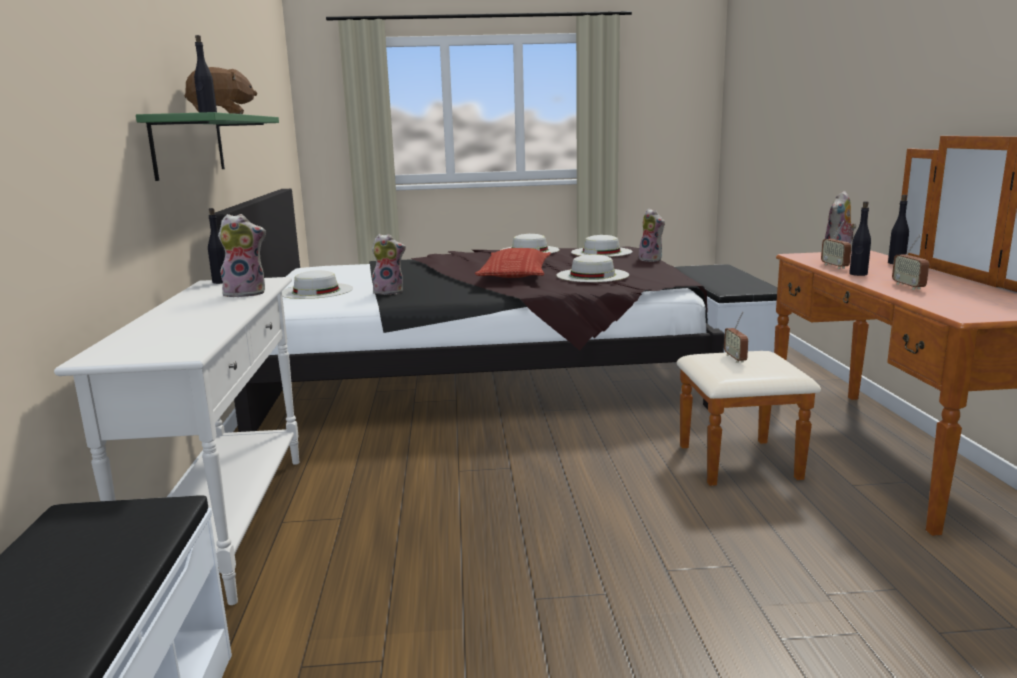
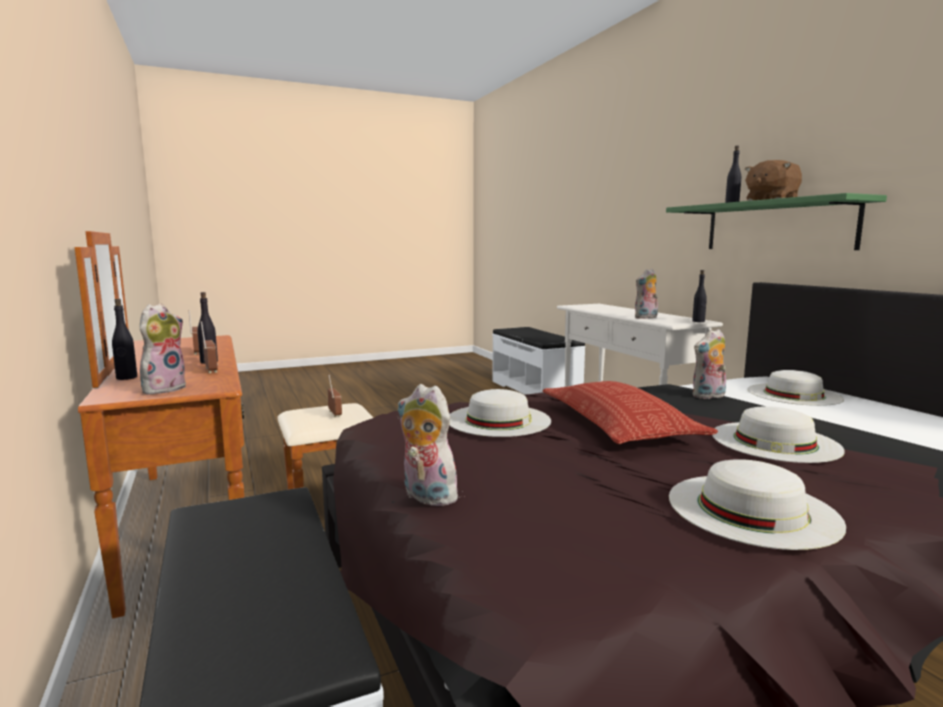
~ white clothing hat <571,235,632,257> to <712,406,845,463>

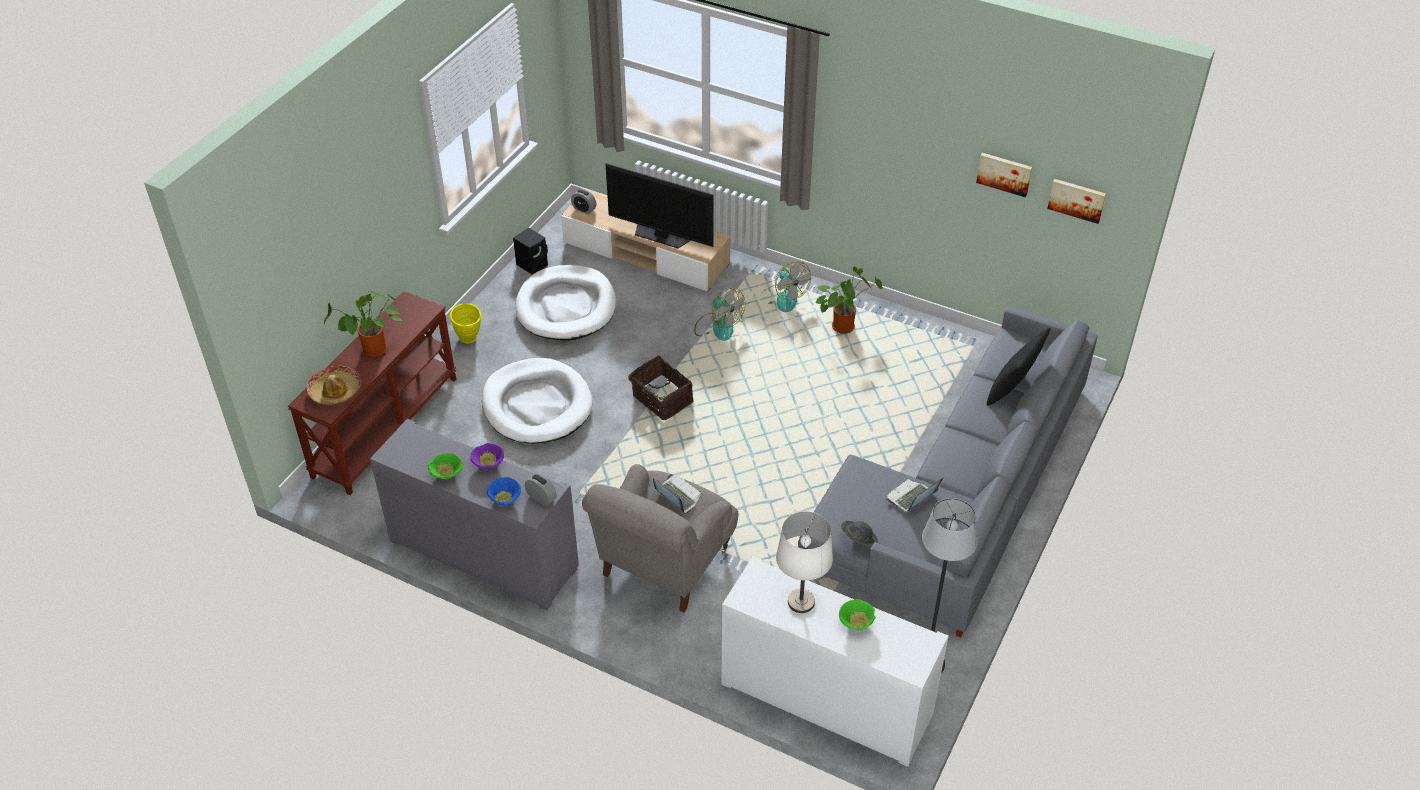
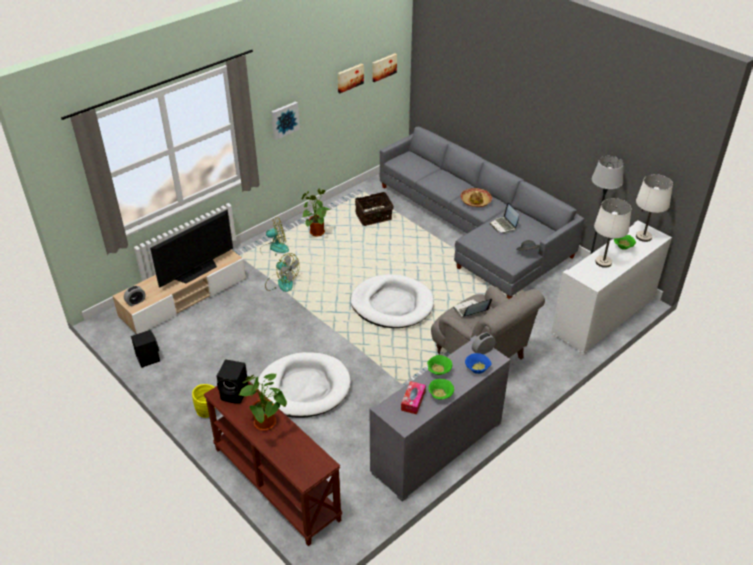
~ clothing hat <307,365,361,405> to <460,188,492,207>
~ purple serving bowl <470,443,504,469> to green serving bowl <427,355,452,375>
~ white dog cushion <515,265,616,341> to <350,274,434,328>
~ household basket <628,355,694,420> to <355,192,394,226>
~ cooling fan <694,288,745,341> = <265,253,300,292> 60 degrees clockwise
- black cushion <987,328,1050,406>
+ black loudspeaker <216,359,249,404>
+ picture <271,101,300,140>
+ box of tissues <401,381,426,414>
+ white table lamp <636,174,673,242>

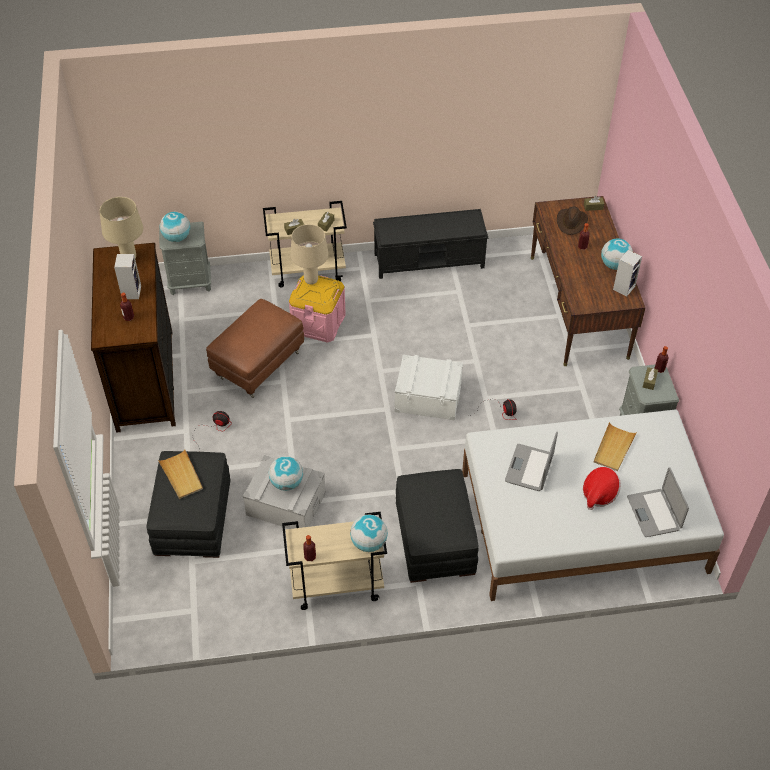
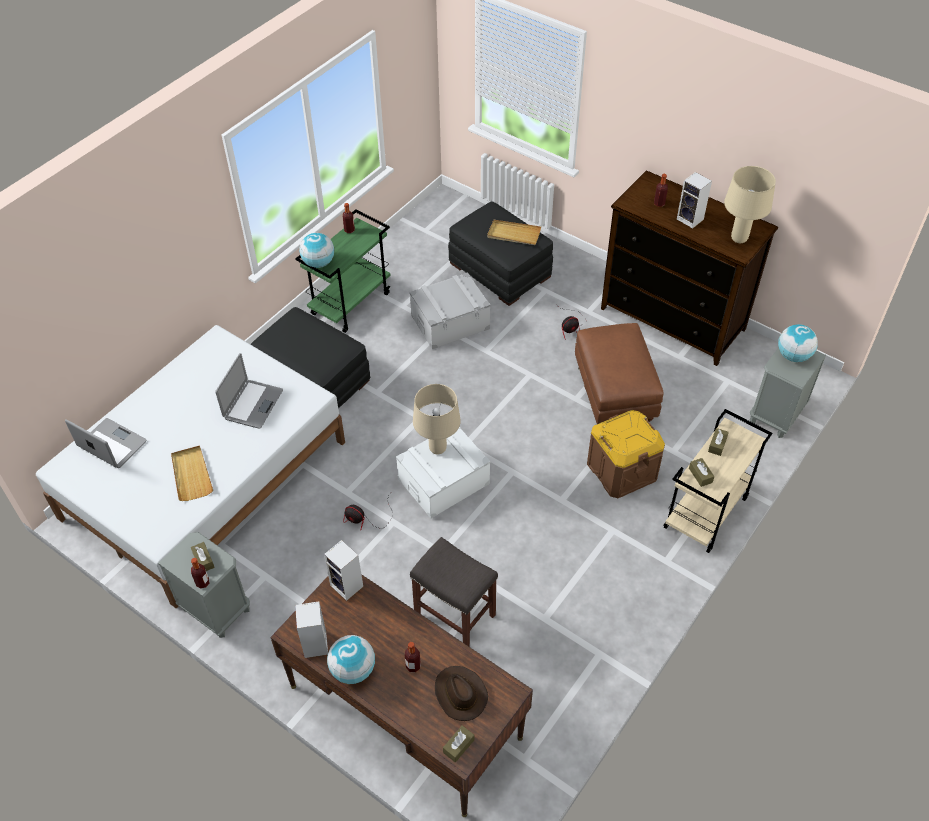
- desk globe <269,456,303,491>
~ beige-coloured trolley <282,512,387,610> to green trolley <295,209,391,333>
~ pink storage bin <289,275,346,343> to brownish storage bin <587,410,665,498>
~ beige-coloured table lamp <291,224,329,285> to <413,384,461,454>
- black indoor bench <373,209,488,279>
~ notebook computer <505,431,558,491> = <215,353,283,428> 45 degrees clockwise
- clothing hat <583,467,621,510>
+ loudspeaker <324,540,363,601>
+ greyish stool seat <410,537,498,647>

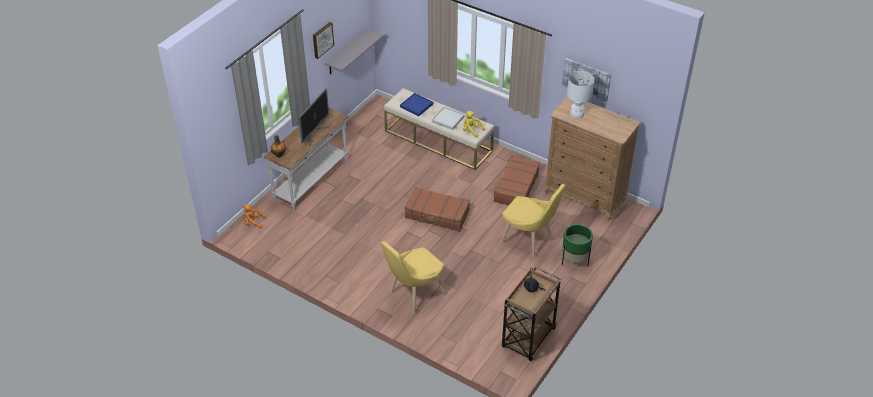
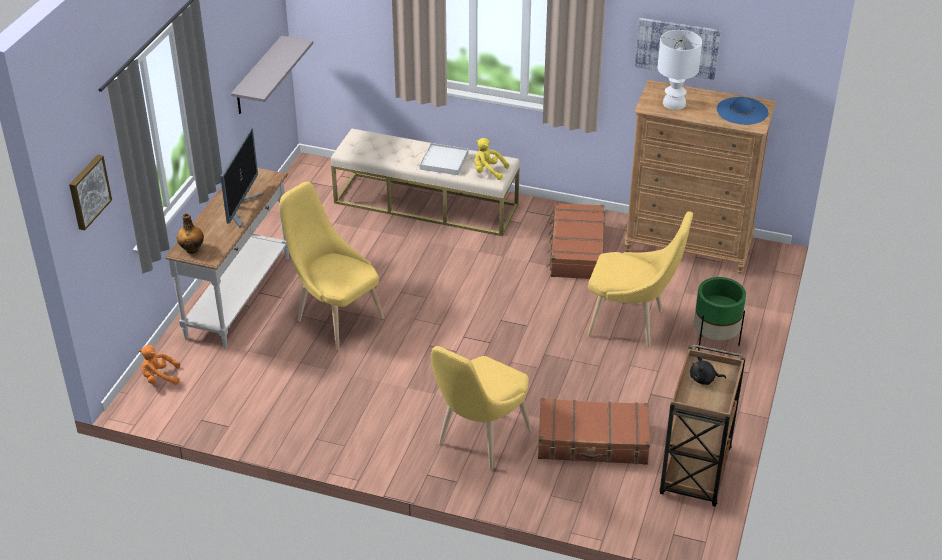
~ picture <313,22,334,59> to <69,155,112,231>
- blue tray <400,93,433,116>
~ brownish piece of luggage <405,187,470,231> to <538,398,650,465>
+ yellowish chair <280,182,384,350>
+ blue clothing hat <717,97,768,125>

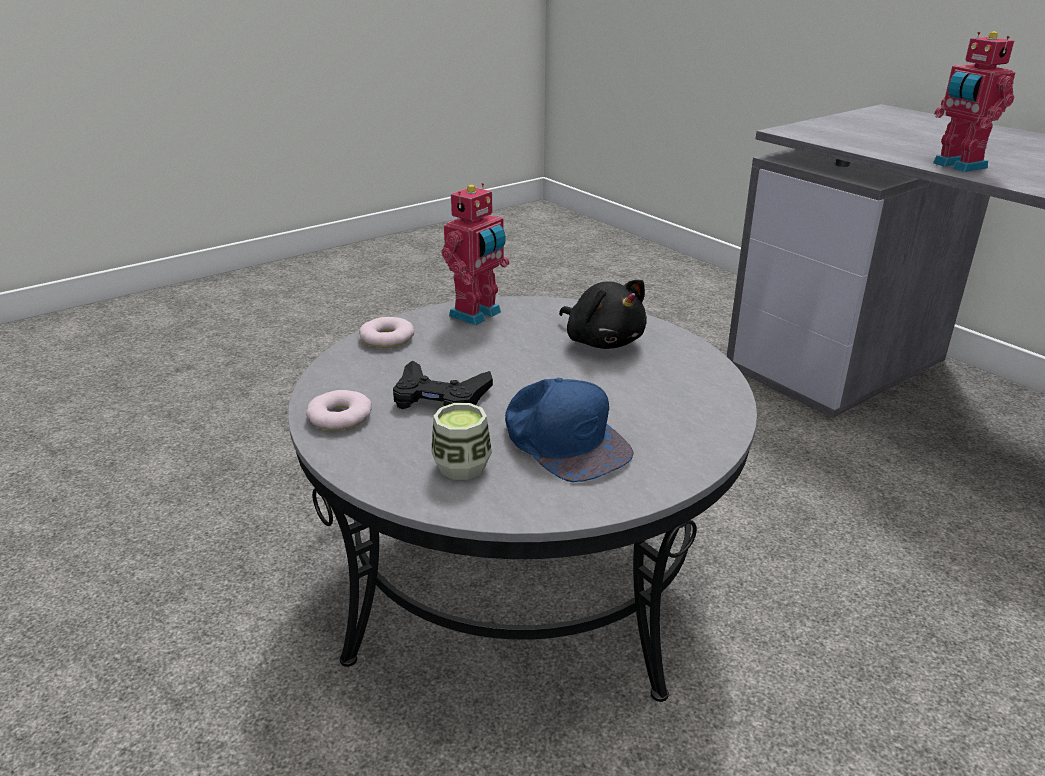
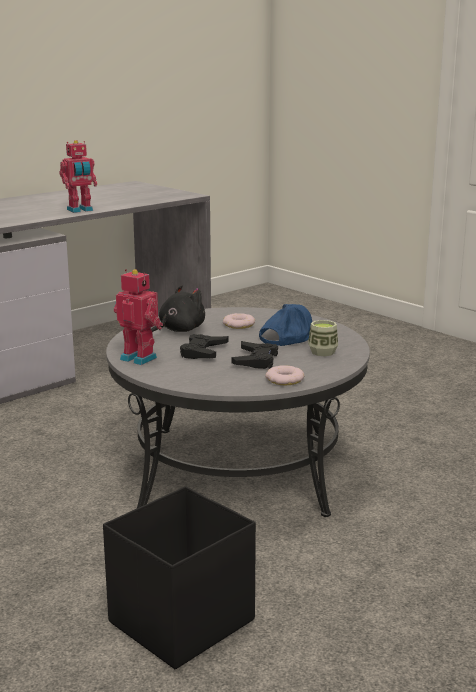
~ ring doughnut <359,317,414,348> to <223,313,255,329>
+ black storage bin <103,486,256,669>
+ black game controller <180,334,228,359>

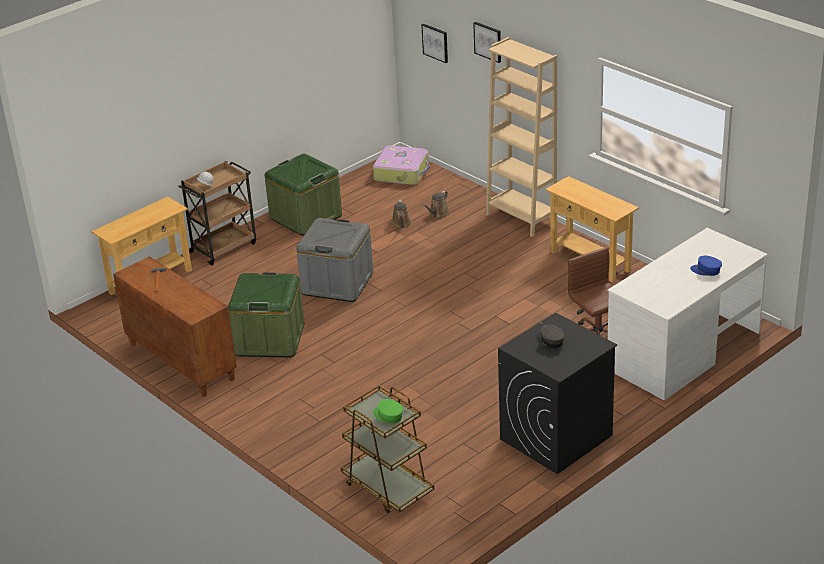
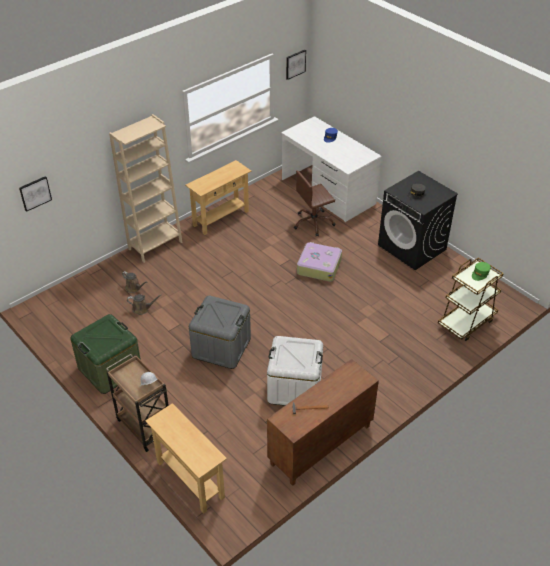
~ green storage bin <228,273,304,358> to white storage bin <267,336,323,406>
~ piece of luggage <373,145,430,185> to <297,242,342,282>
~ picture <473,22,501,63> to <286,50,306,80>

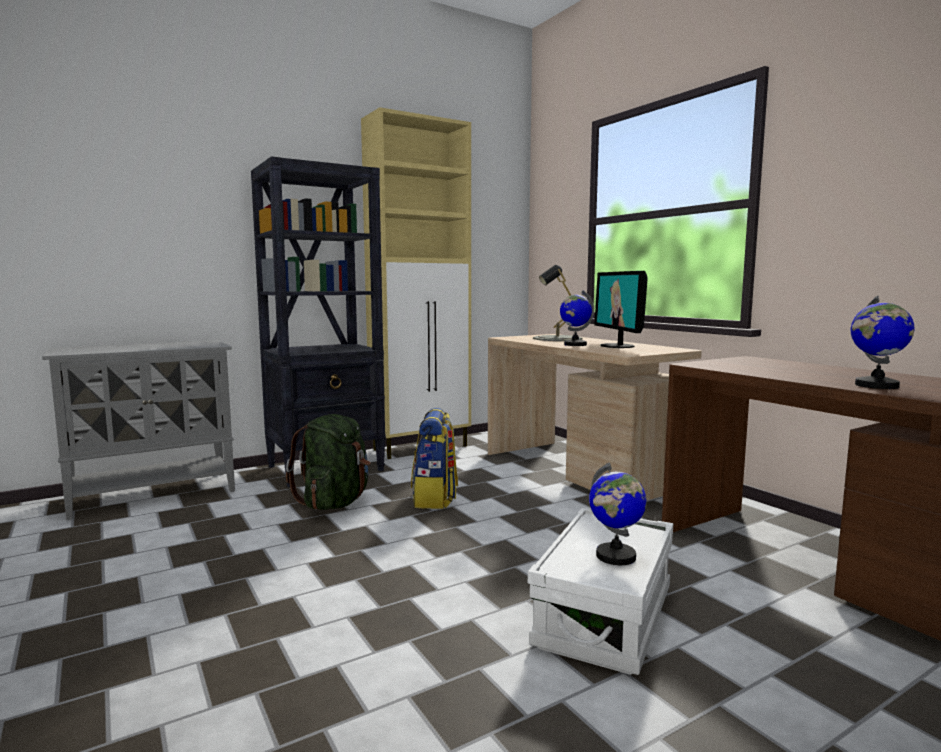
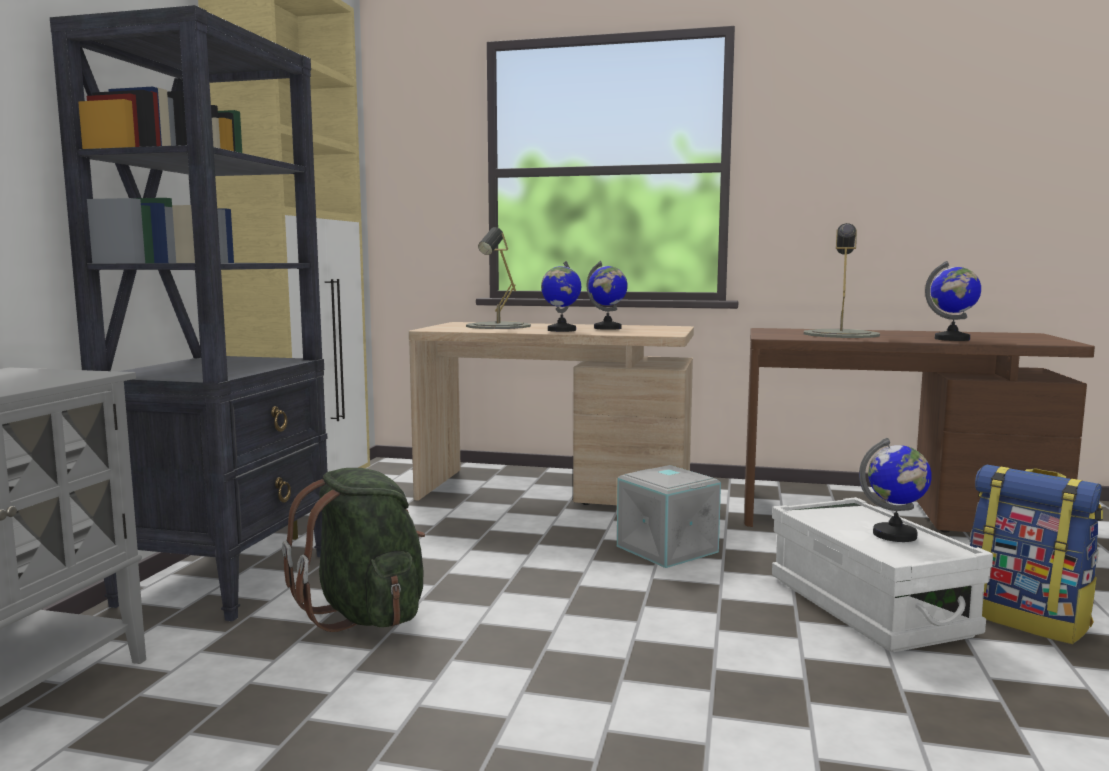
~ knapsack <411,408,458,509> to <970,465,1103,644>
~ computer screen <594,271,648,348> to desk globe <587,261,628,330>
+ greyish storage bin <617,465,721,568>
+ greyish table lamp <804,223,880,338>

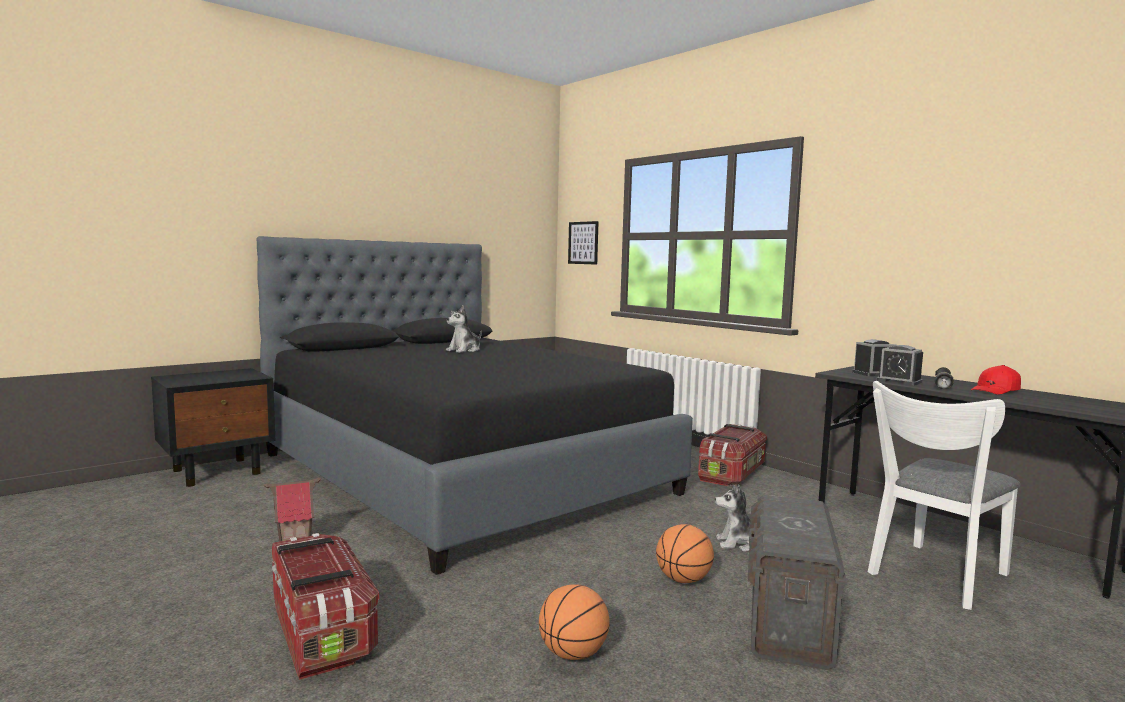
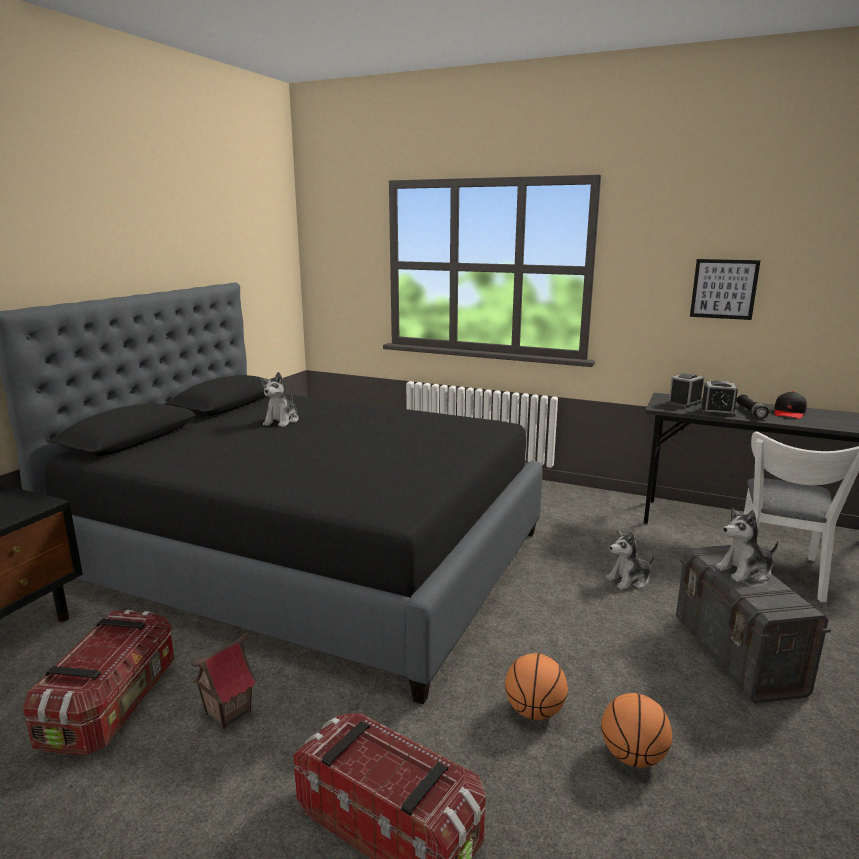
~ picture <568,221,599,265> to <690,259,761,320>
~ ball for basketball <656,524,714,583> to <505,653,568,720>
~ storage bin <698,424,767,486> to <23,610,175,756>
~ red baseball cap <971,365,1021,395> to black baseball cap <774,391,807,419>
+ soft toy <715,508,778,582>

